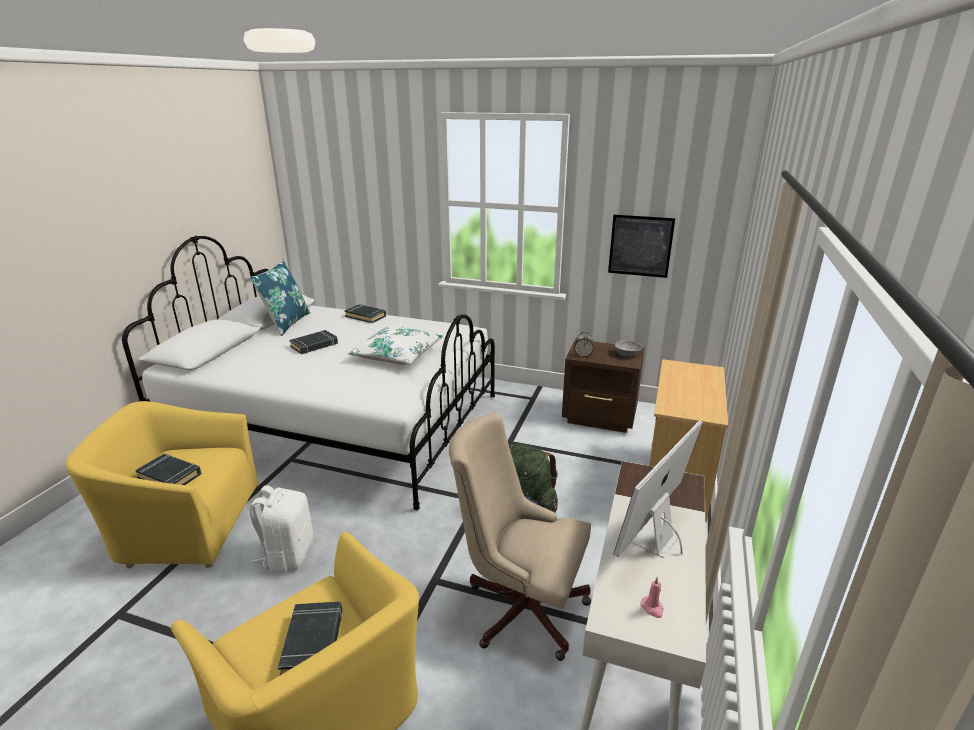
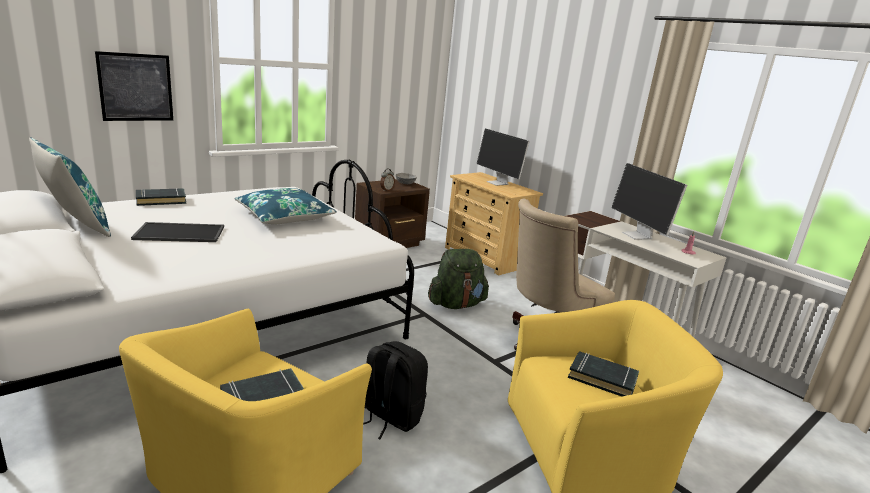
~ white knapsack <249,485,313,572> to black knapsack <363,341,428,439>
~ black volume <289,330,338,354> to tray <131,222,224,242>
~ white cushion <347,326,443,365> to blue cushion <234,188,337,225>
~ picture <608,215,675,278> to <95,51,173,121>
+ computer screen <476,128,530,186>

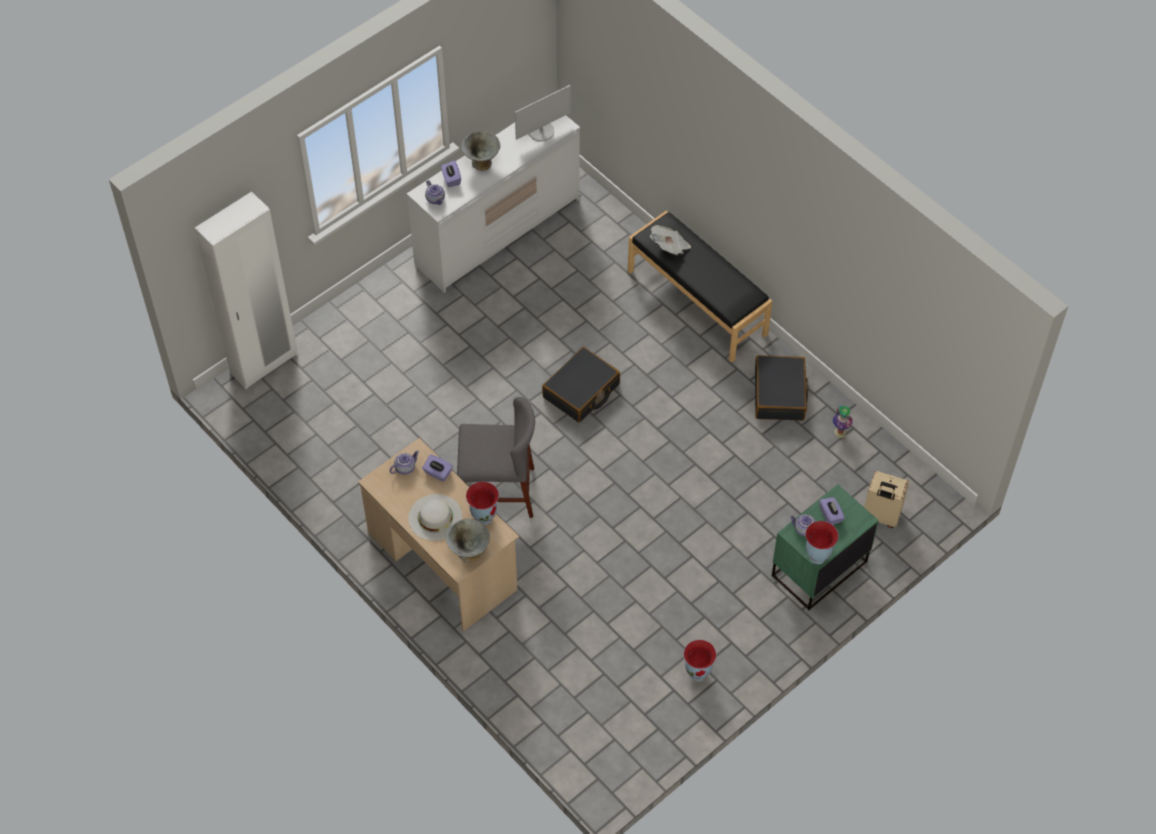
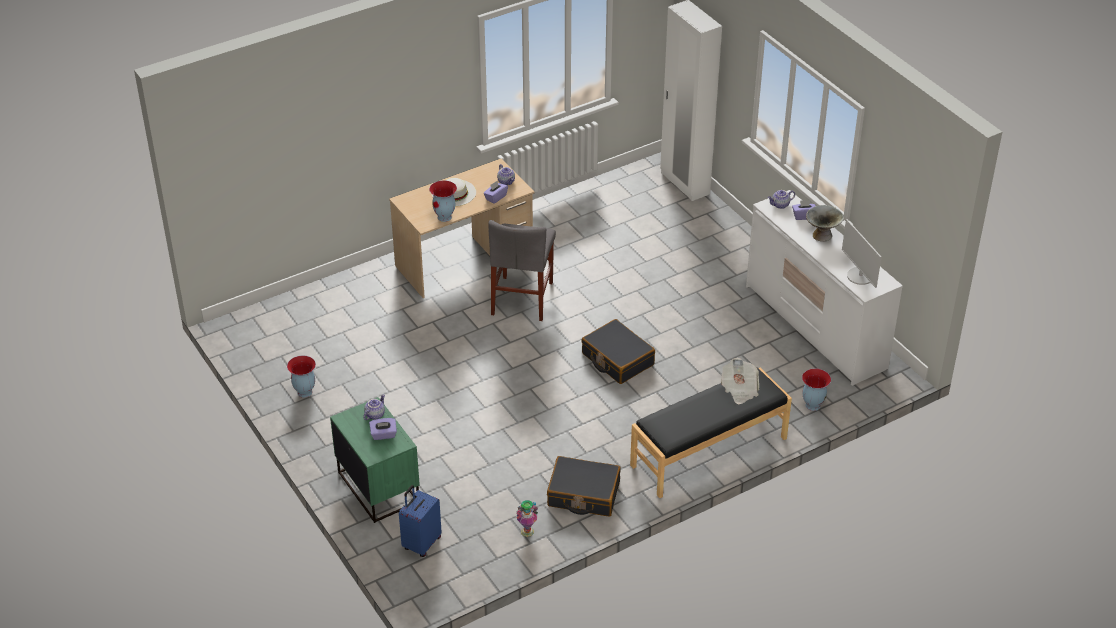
- greyish serving bowl <446,519,490,562>
~ flower vase <805,521,838,564> to <802,369,831,411>
~ beige-coloured piece of luggage <864,471,909,528> to blue piece of luggage <399,485,442,557>

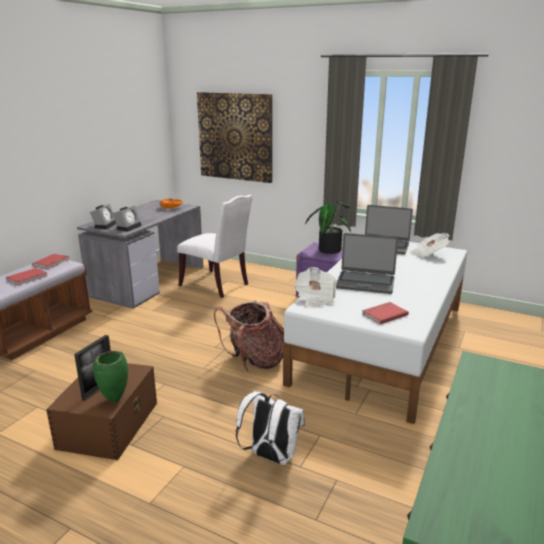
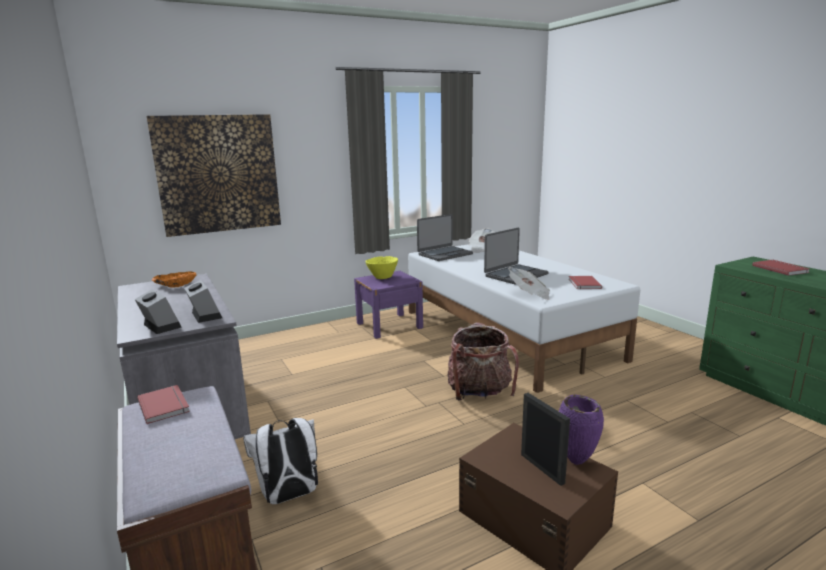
~ red volume <6,268,48,285> to <752,260,809,276>
~ green flower vase <93,351,128,402> to purple flower vase <559,395,604,465>
- white chair <177,195,253,298>
~ white knapsack <236,391,305,465> to <243,418,318,504>
~ plant in a pot <305,201,351,254> to yellowish serving bowl <365,256,398,279>

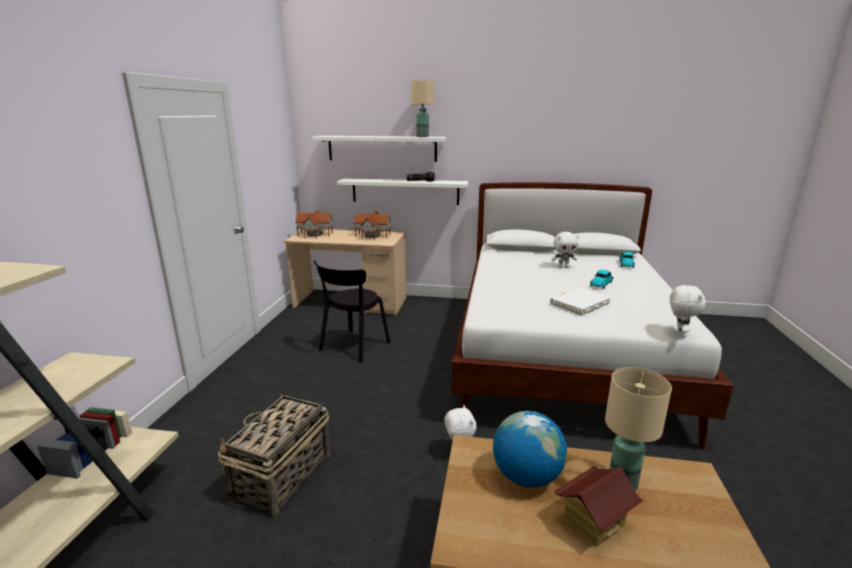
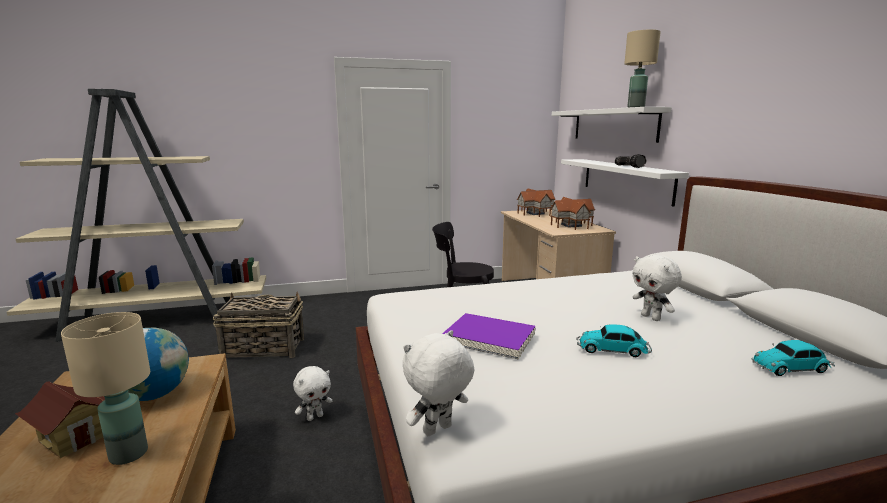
~ white volume <550,288,610,316> to purple volume <442,313,535,359>
~ white soft toy <670,285,706,338> = <403,330,474,436> 150 degrees clockwise

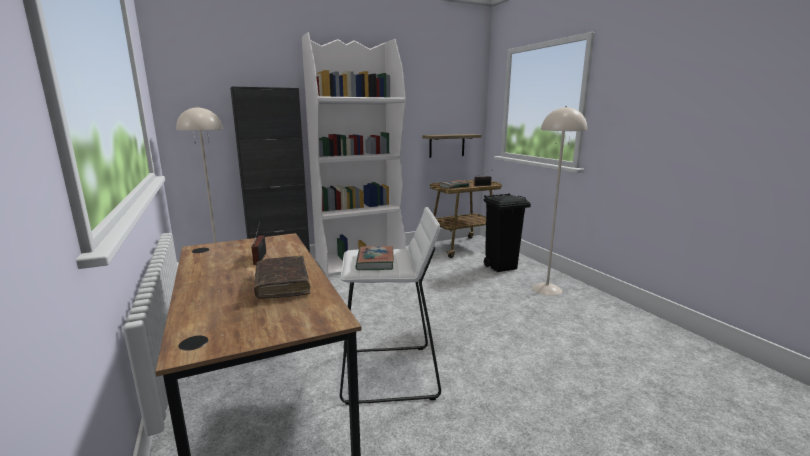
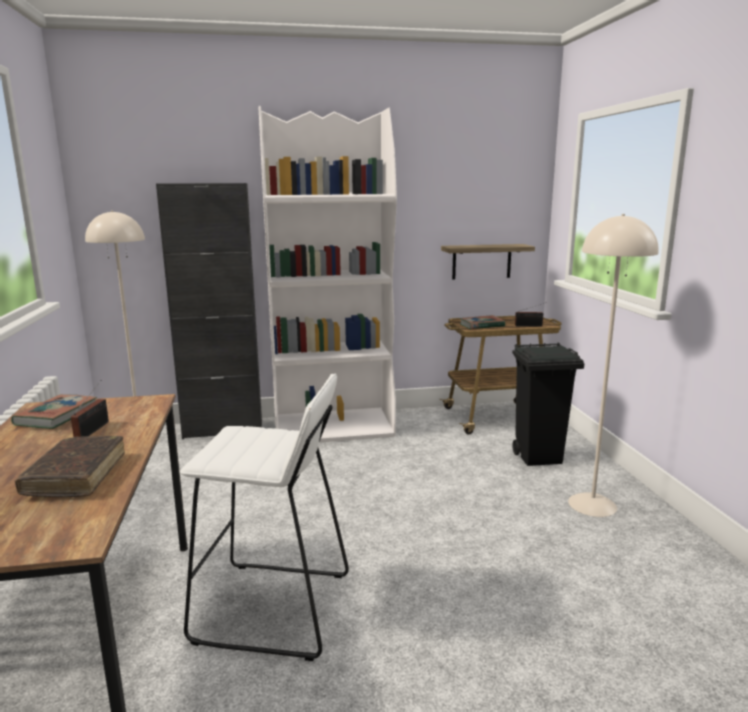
~ volume <356,246,394,270> to <11,394,97,429>

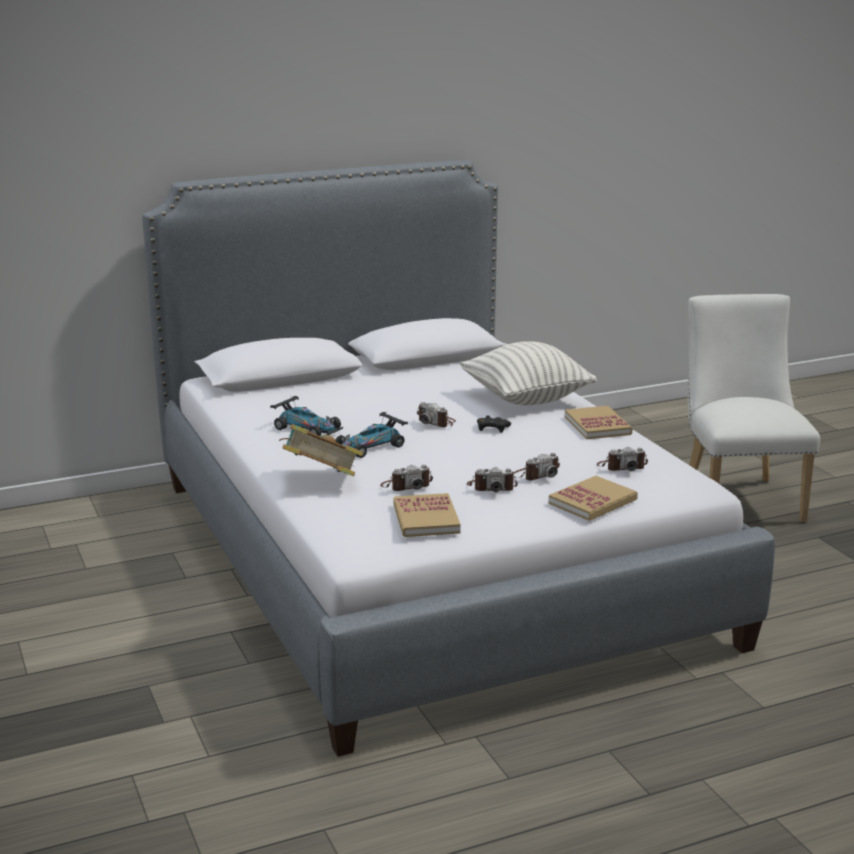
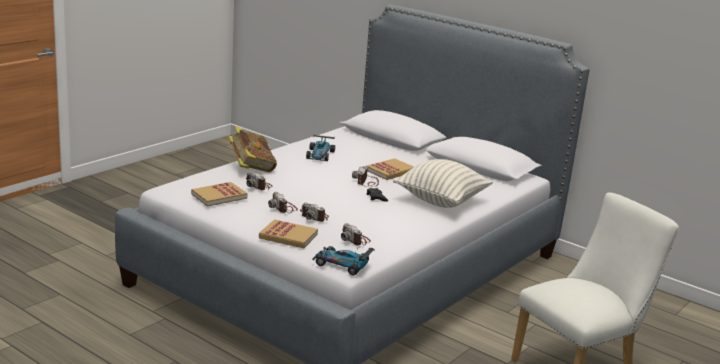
~ model car <336,412,408,458> to <312,246,374,276>
~ volume <565,406,633,439> to <366,158,414,180>

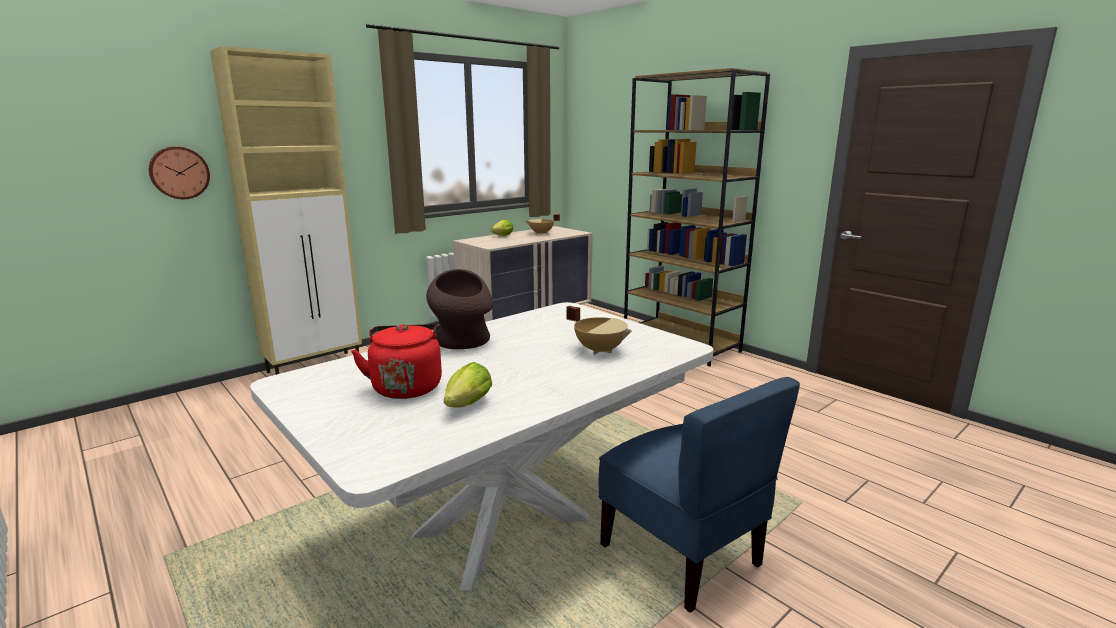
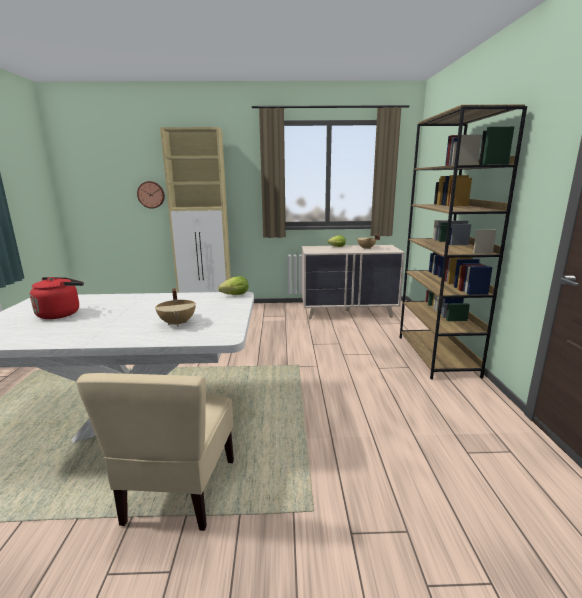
- brownish flower vase <426,269,493,349>
~ lettuce <444,362,492,407> to <218,276,248,295>
~ blue chair <599,377,800,613> to beige-coloured chair <76,373,234,531>

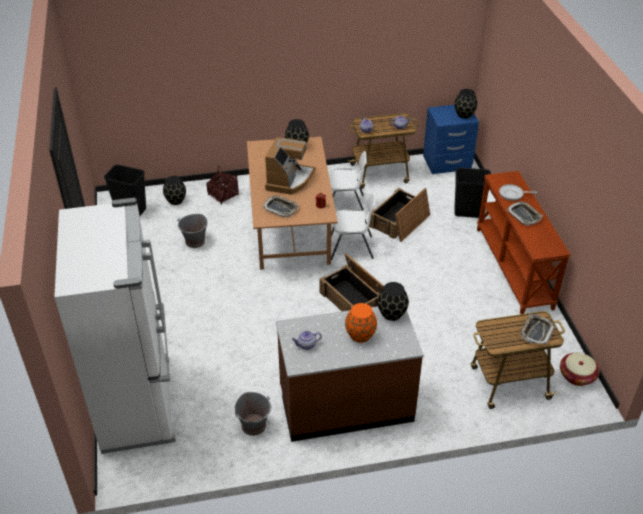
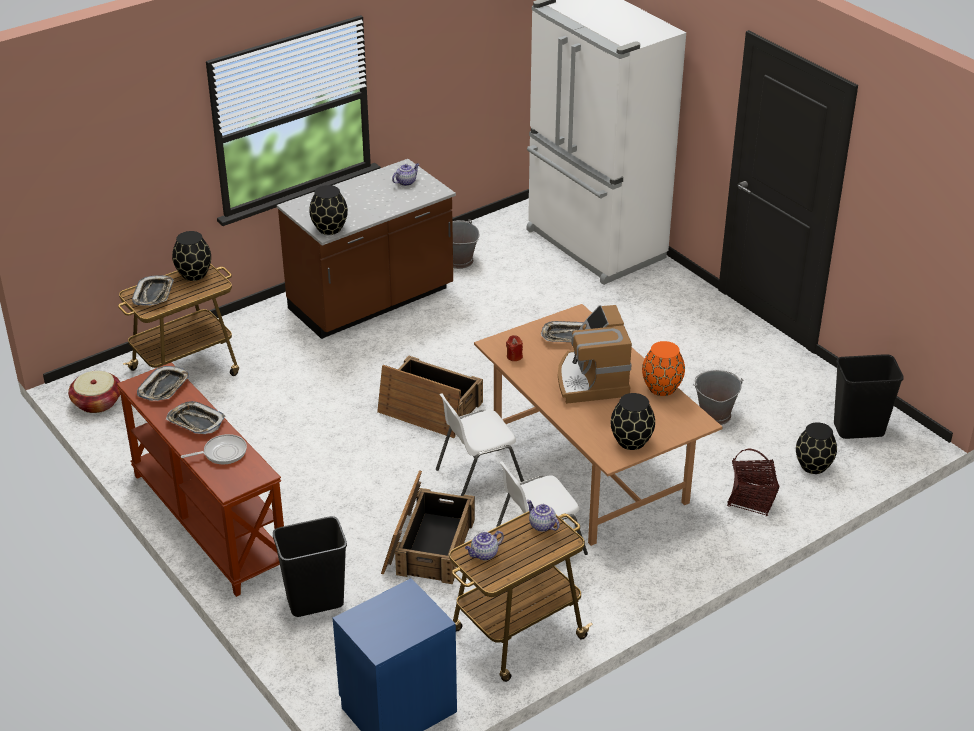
~ orangey flower vase <345,303,377,343> to <642,341,685,396>
~ black flower vase <454,89,477,119> to <172,231,211,281>
+ tray <137,366,190,401>

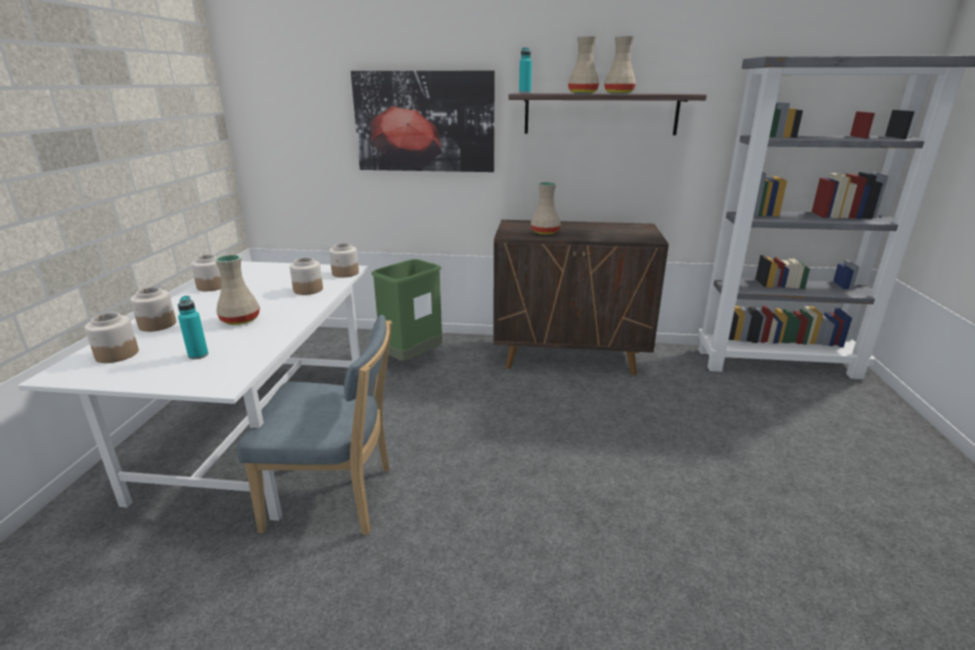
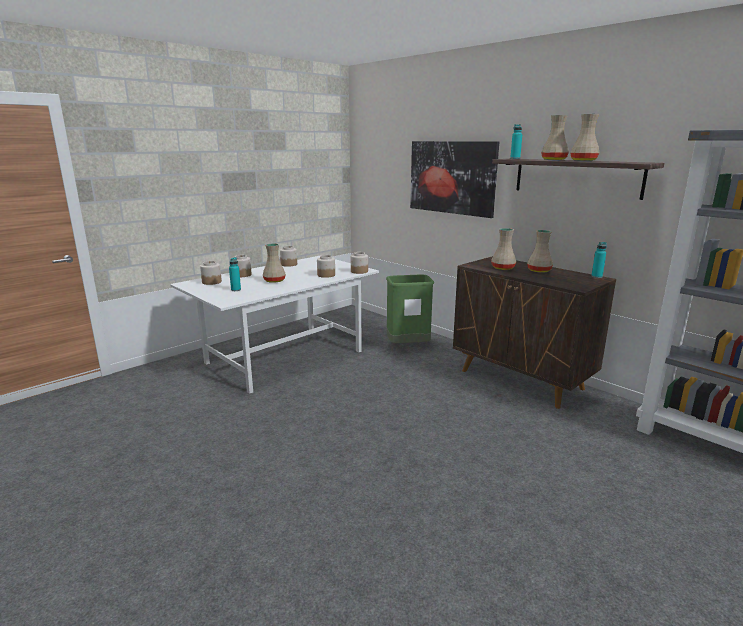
- blue chair <237,315,392,535>
+ beige-coloured flower vase <527,230,553,273>
+ blue-green bottle <591,242,607,278>

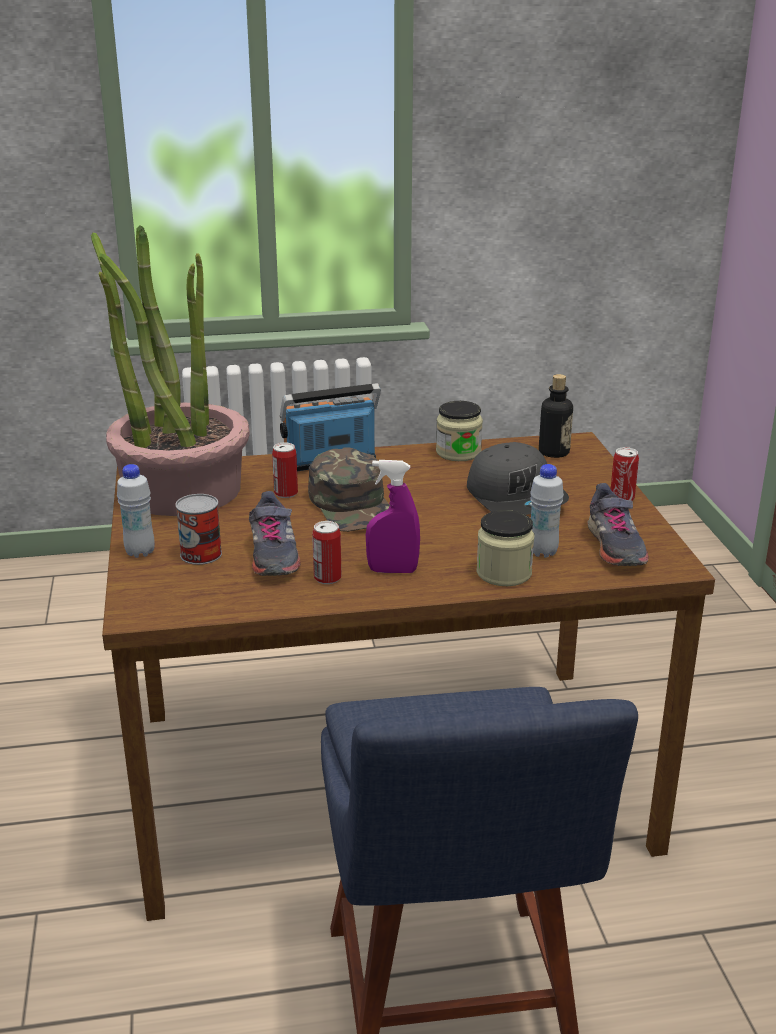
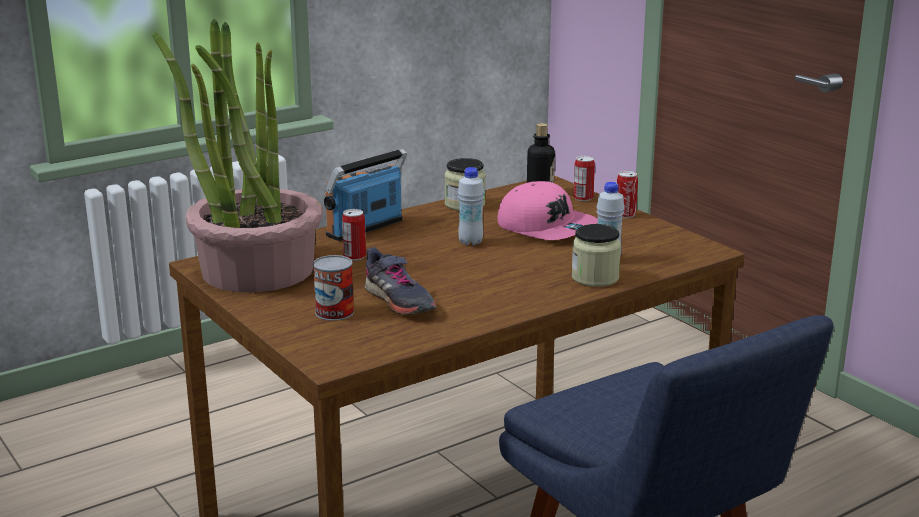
~ white bottle <117,464,155,558> to <458,167,484,246>
- green baseball cap <308,447,390,532>
~ sealed can <312,521,341,584> to <573,156,595,201>
- purple hand sprayer <366,460,420,573>
~ greyish baseball cap <467,442,569,515> to pink baseball cap <498,181,598,240>
- greyish item of footwear <588,483,648,566>

